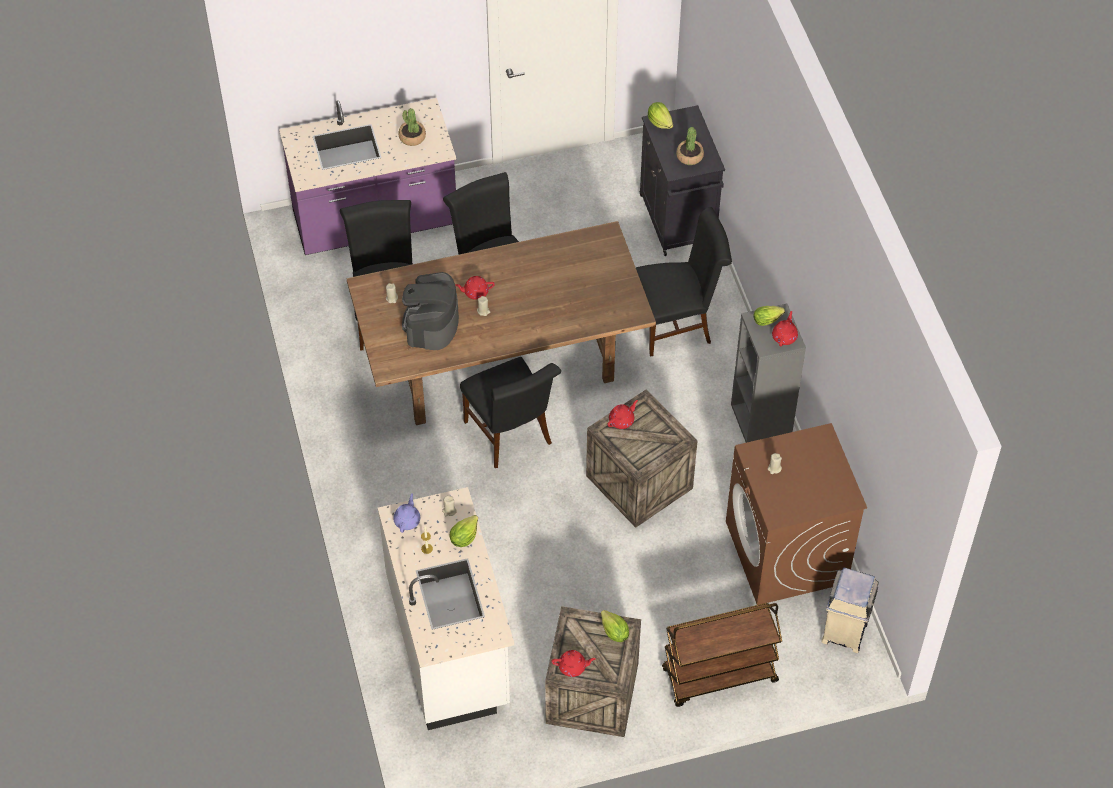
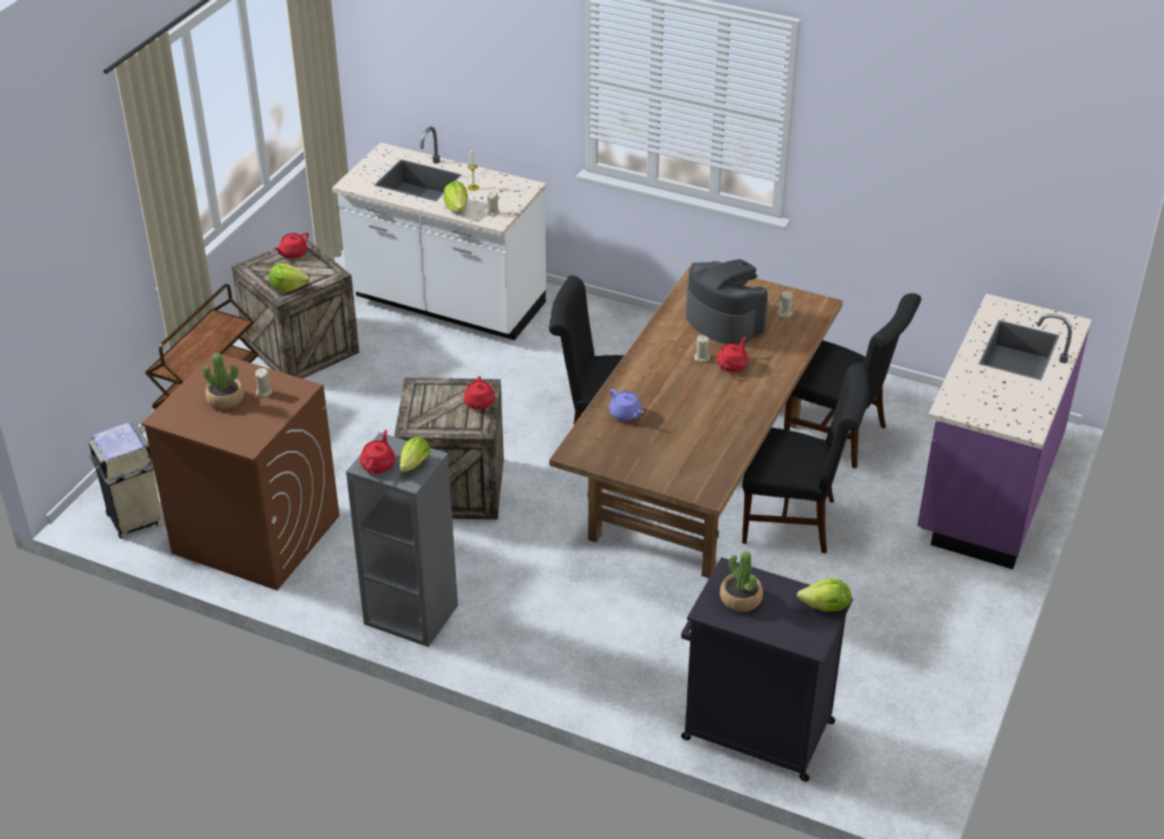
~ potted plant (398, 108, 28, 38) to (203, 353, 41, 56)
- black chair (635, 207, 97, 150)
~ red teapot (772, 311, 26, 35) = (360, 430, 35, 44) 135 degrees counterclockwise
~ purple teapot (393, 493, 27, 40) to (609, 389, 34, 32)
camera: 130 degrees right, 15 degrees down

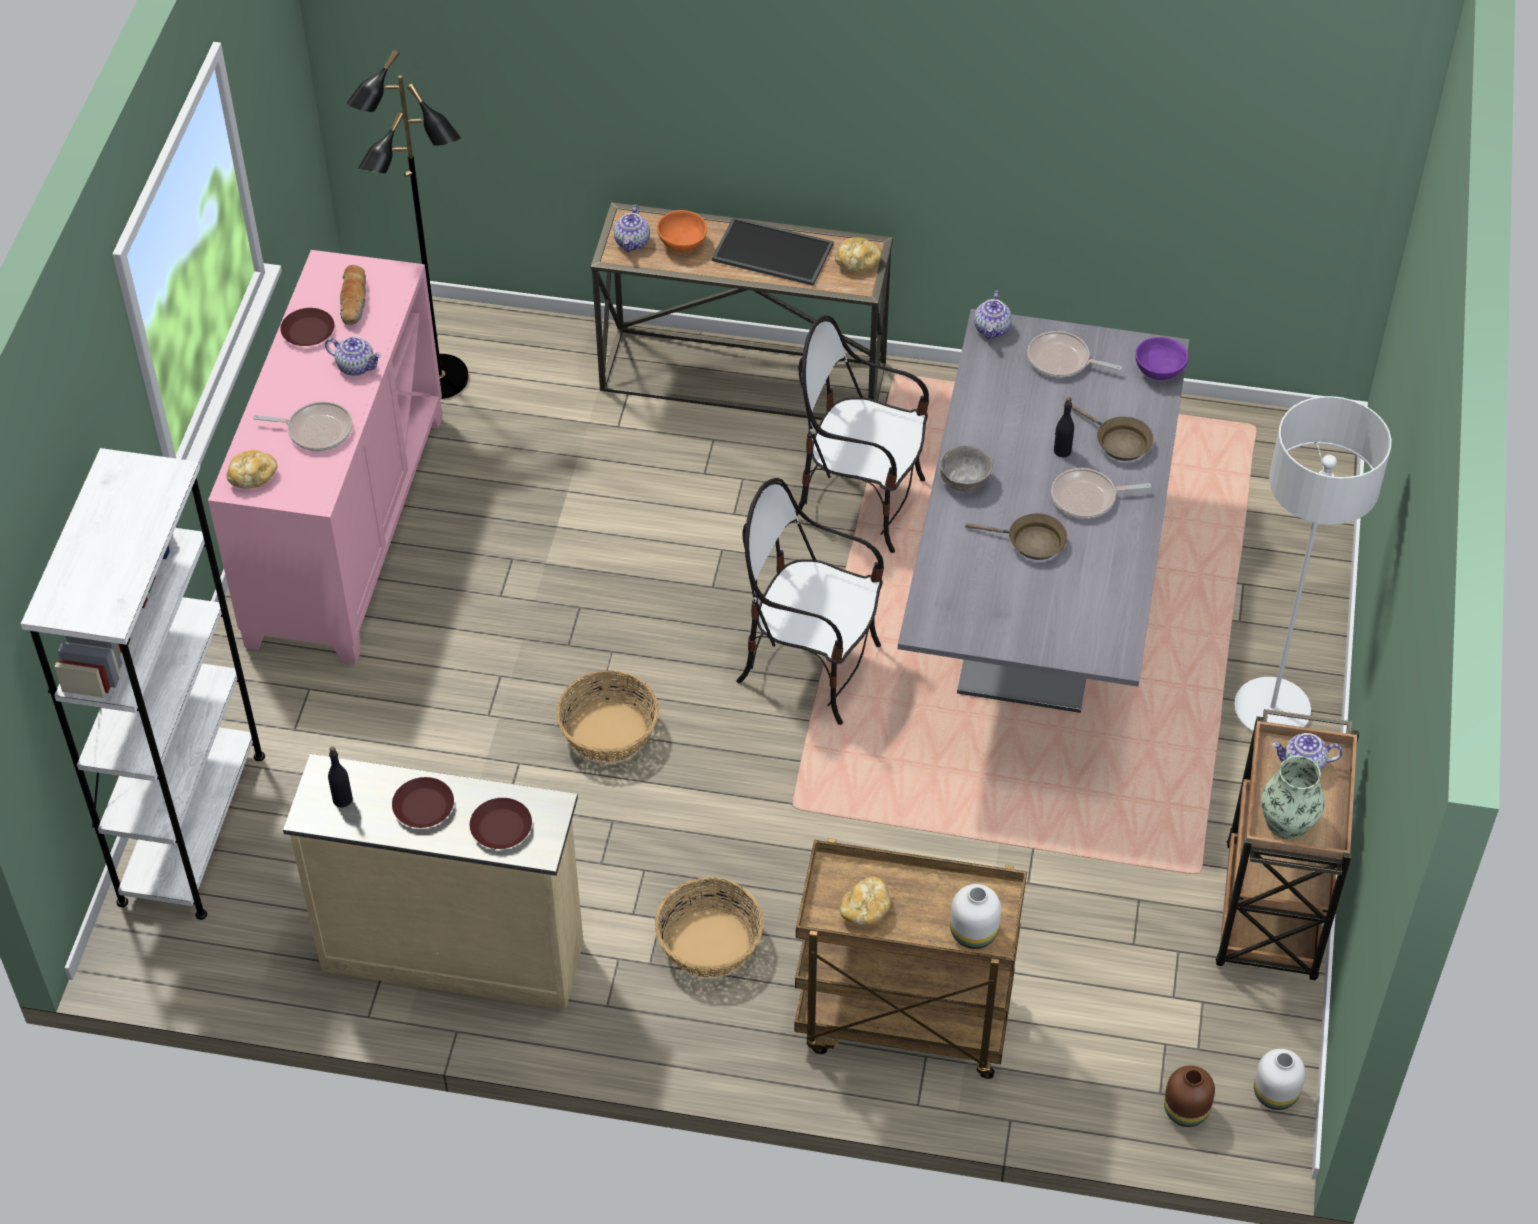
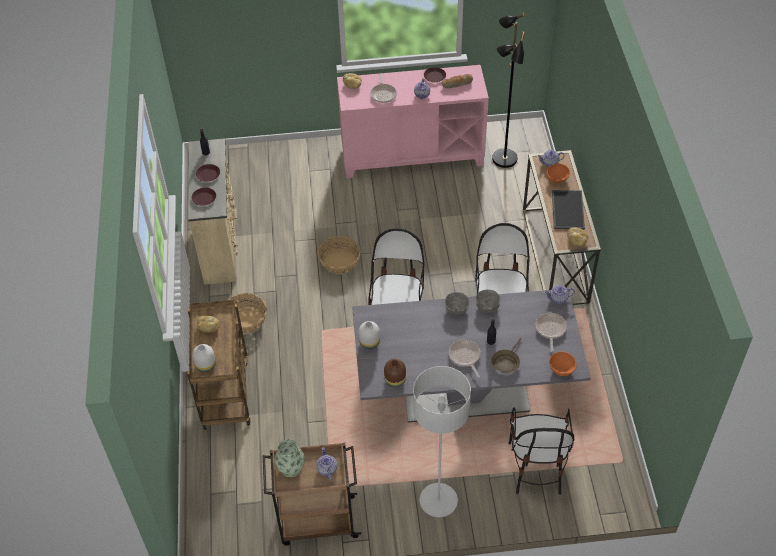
~ purple bowl (1135, 337, 53, 43) to orange bowl (549, 352, 28, 24)
- white bookcase (21, 448, 244, 472)
- brown frying pan (965, 513, 102, 47)
~ white vase (1254, 1049, 52, 61) to (358, 321, 22, 28)
~ brown vase (1164, 1065, 51, 62) to (384, 359, 22, 28)
+ grey bowl (475, 289, 26, 24)
+ chair (508, 408, 66, 87)
camera: 75 degrees right, 0 degrees up

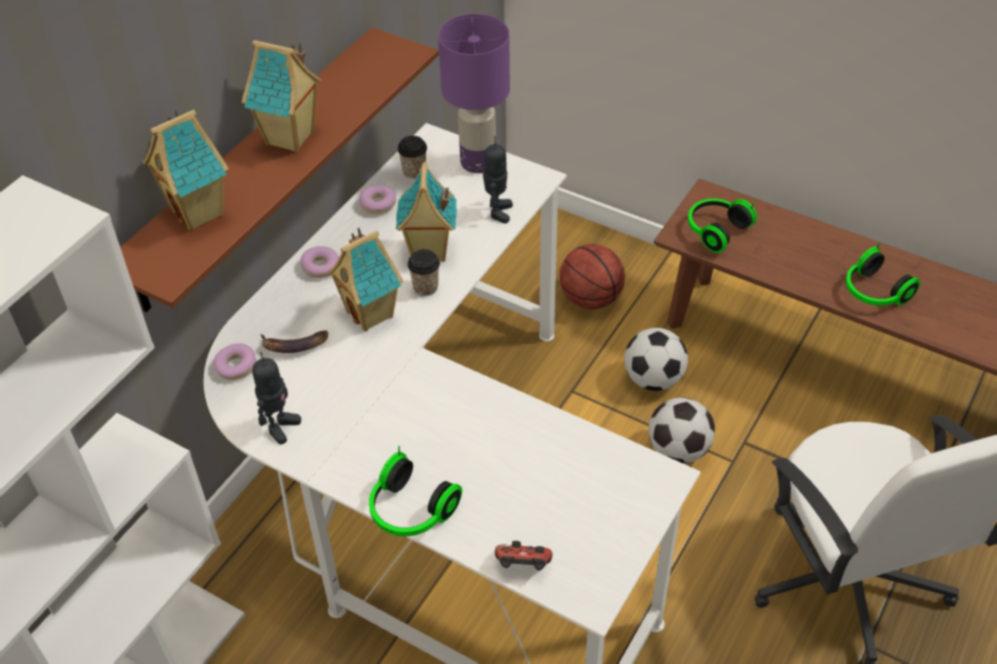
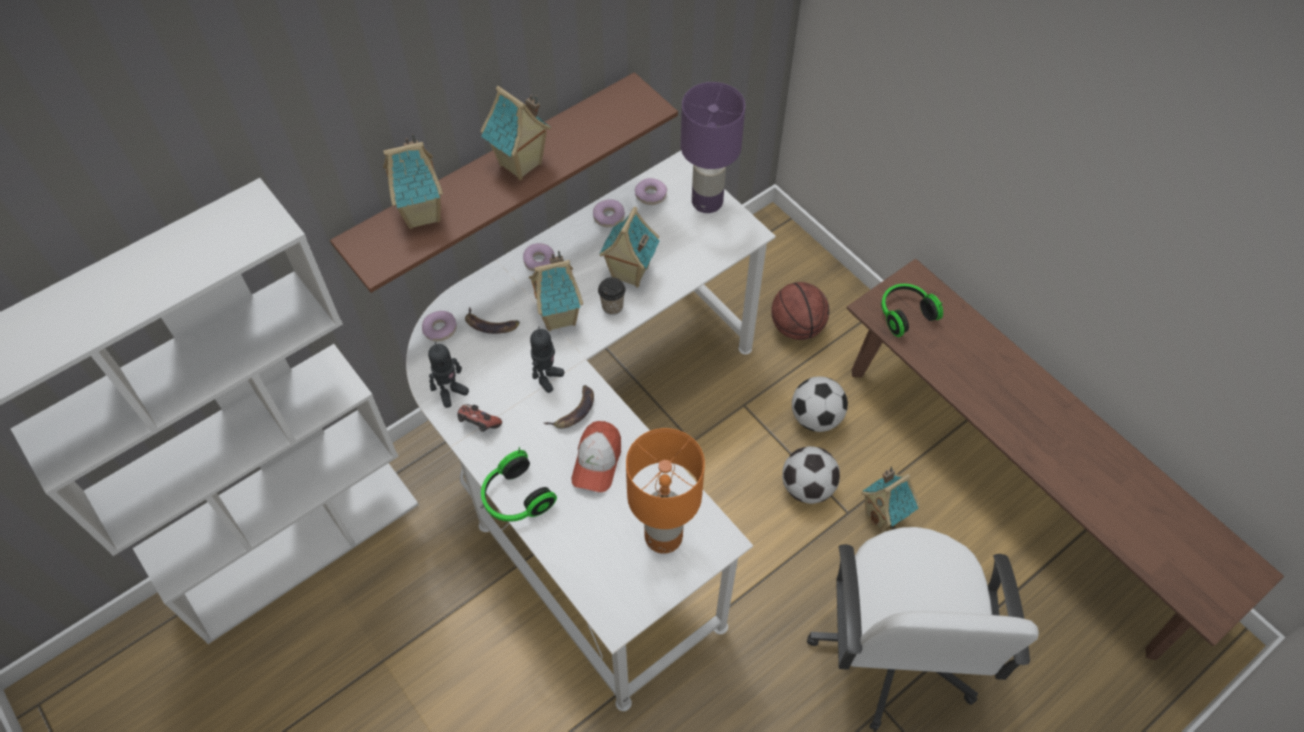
~ cup (398, 136, 29, 43) to donut (635, 178, 32, 27)
~ toy robot (483, 136, 30, 88) to (530, 327, 34, 66)
- headphones (846, 241, 74, 65)
~ game controller (495, 541, 57, 30) to (457, 404, 45, 28)
+ banana (544, 385, 50, 44)
+ cap (571, 421, 50, 71)
+ orange table lamp (626, 428, 79, 126)
+ toy house (861, 466, 59, 66)
camera: 20 degrees right, 10 degrees up

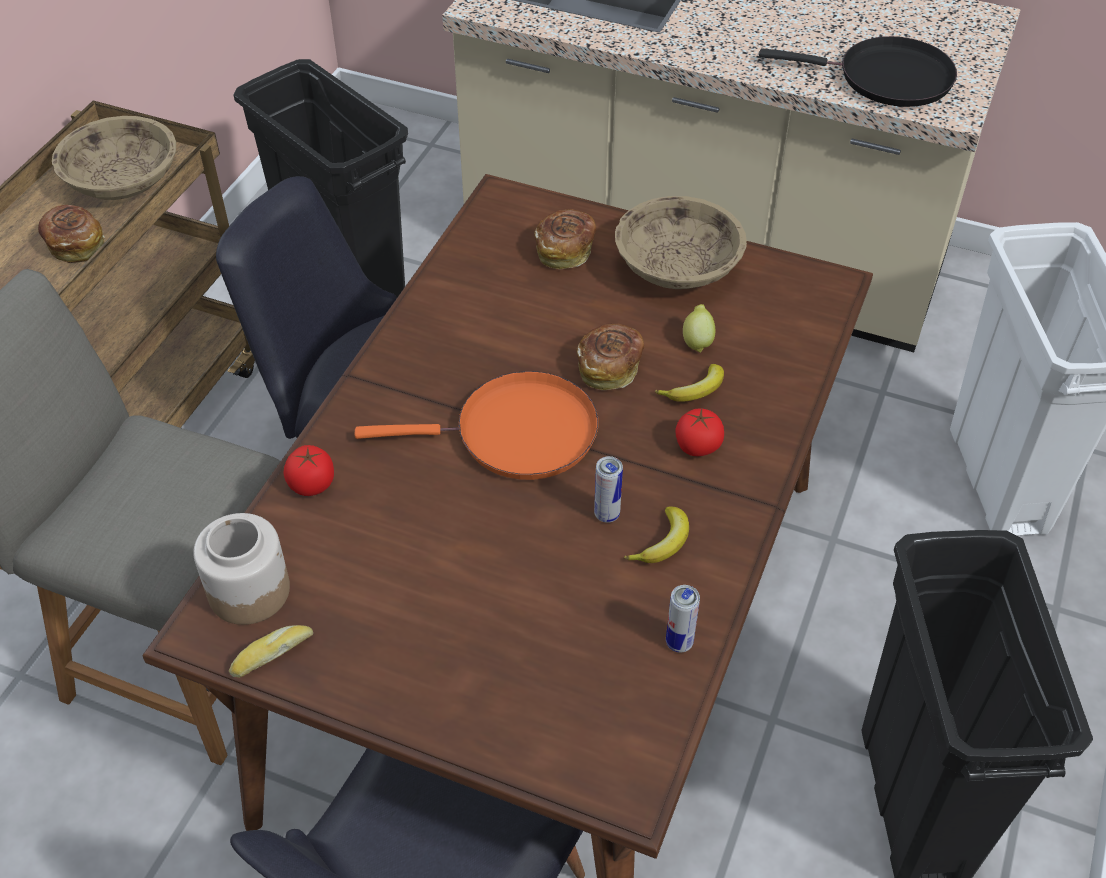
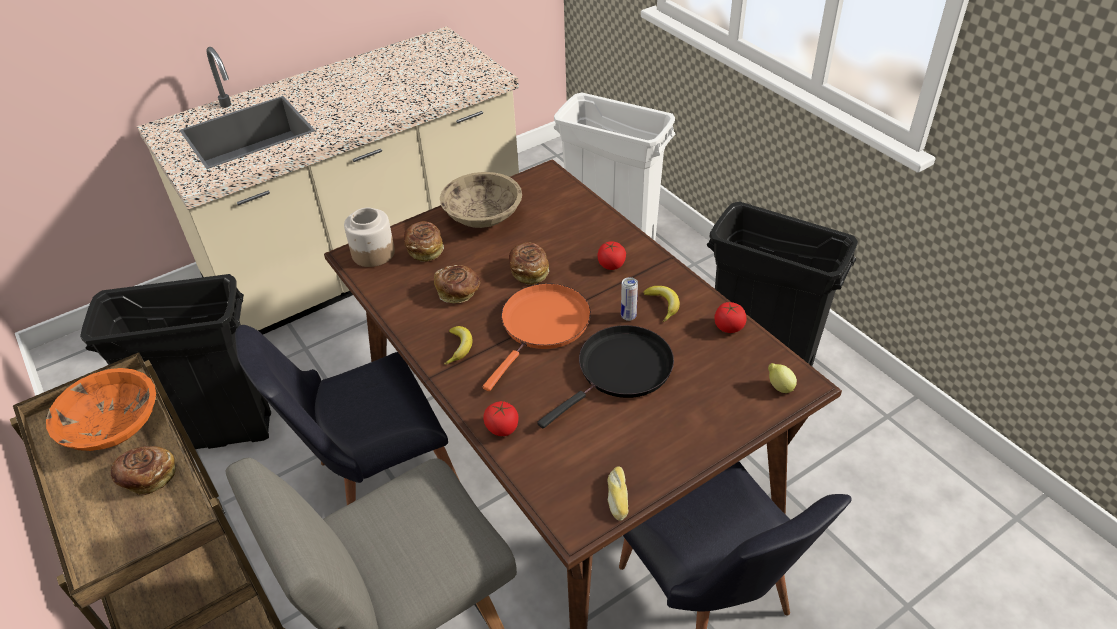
~ black frying pan (759, 36, 198, 71) to (537, 325, 137, 103)
~ beige bowl (52, 116, 124, 84) to orange bowl (46, 368, 110, 83)
~ lemon (683, 304, 33, 49) to (768, 363, 29, 30)
~ banana (654, 364, 70, 38) to (444, 326, 29, 39)
~ jar (193, 513, 97, 112) to (344, 208, 51, 59)
~ can (666, 585, 34, 67) to tomato (714, 302, 33, 31)
+ bread (434, 265, 46, 38)
camera: 55 degrees left, 5 degrees down

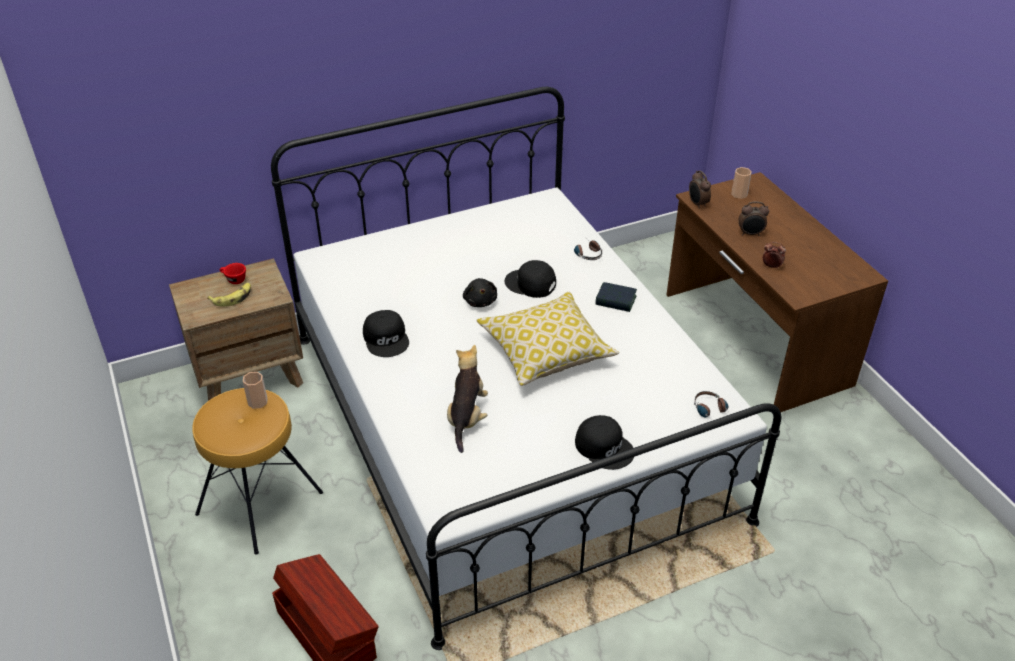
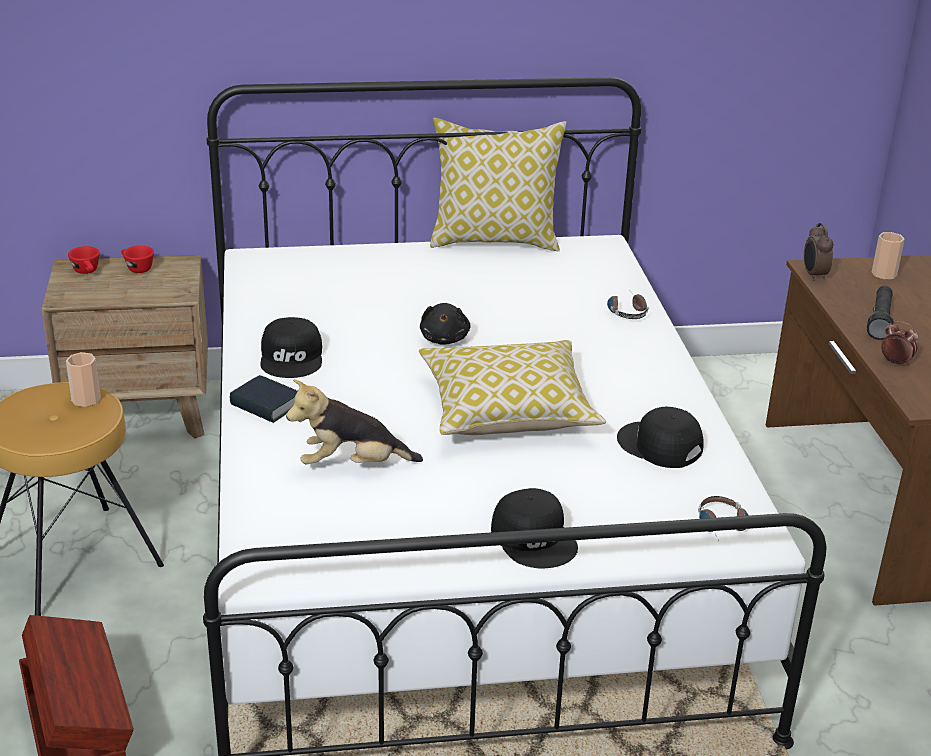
~ alarm clock (739, 202, 30, 34) to black flashlight (867, 286, 27, 54)
~ black cap (505, 260, 51, 38) to (617, 407, 86, 61)
~ book (595, 282, 42, 30) to (230, 375, 68, 48)
- banana (207, 283, 44, 24)
~ plush toy (447, 345, 41, 108) = (286, 380, 137, 85) 120 degrees counterclockwise
+ pillow (430, 118, 137, 133)
+ red cup (68, 246, 32, 28)
camera: 15 degrees right, 10 degrees down

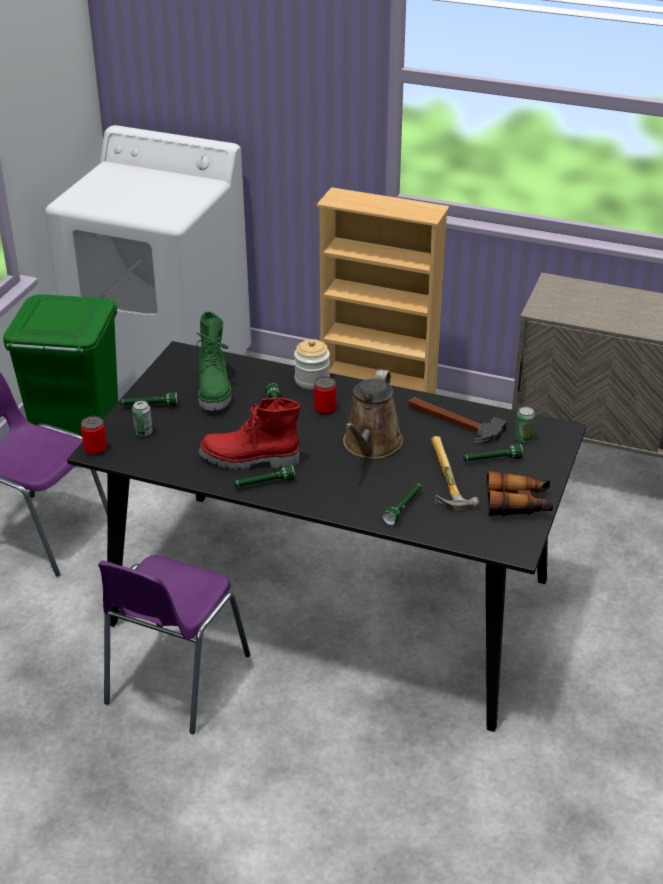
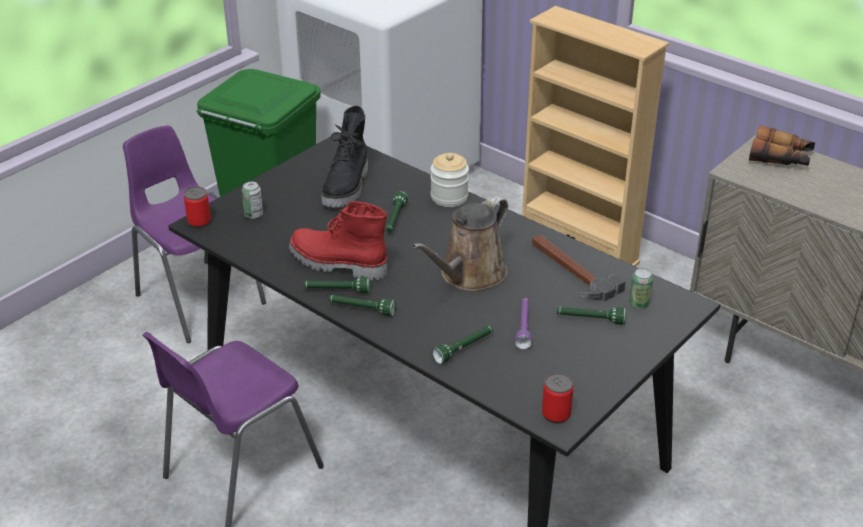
~ green boot (196, 312, 36, 99) to black boot (321, 106, 47, 101)
~ can (314, 376, 22, 39) to (542, 373, 32, 50)
~ green flashlight (121, 392, 57, 14) to (329, 295, 67, 21)
~ hammer (431, 436, 48, 75) to purple flashlight (515, 298, 17, 52)
~ binoculars (487, 471, 66, 45) to (749, 125, 66, 41)
camera: 20 degrees right, 0 degrees up

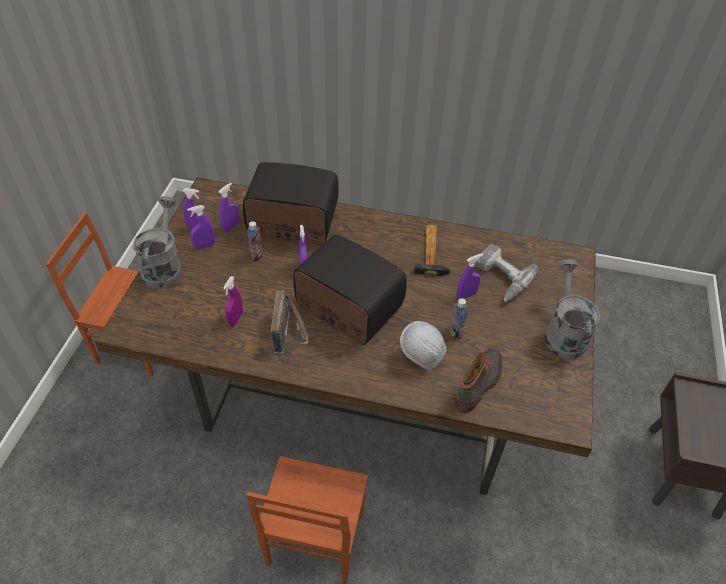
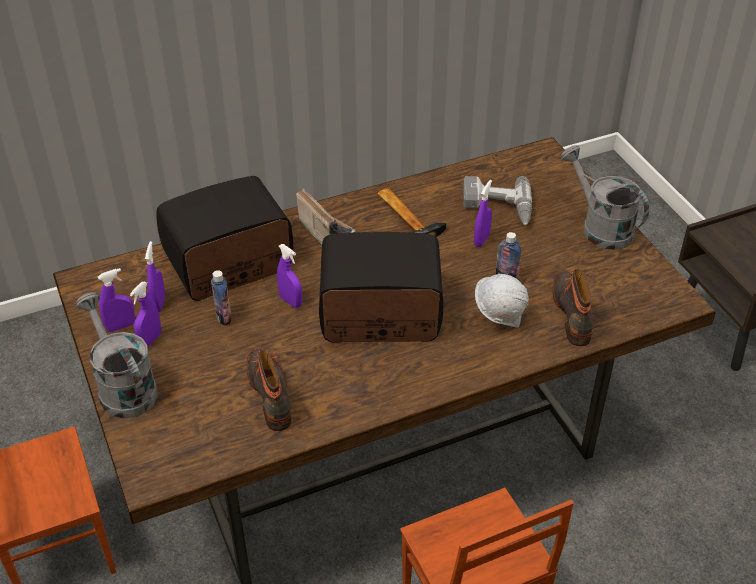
~ purple spray bottle (223, 276, 20, 51) to boot (247, 349, 45, 82)
~ radio (271, 290, 37, 64) to (296, 189, 59, 55)
camera: 35 degrees left, 5 degrees down

